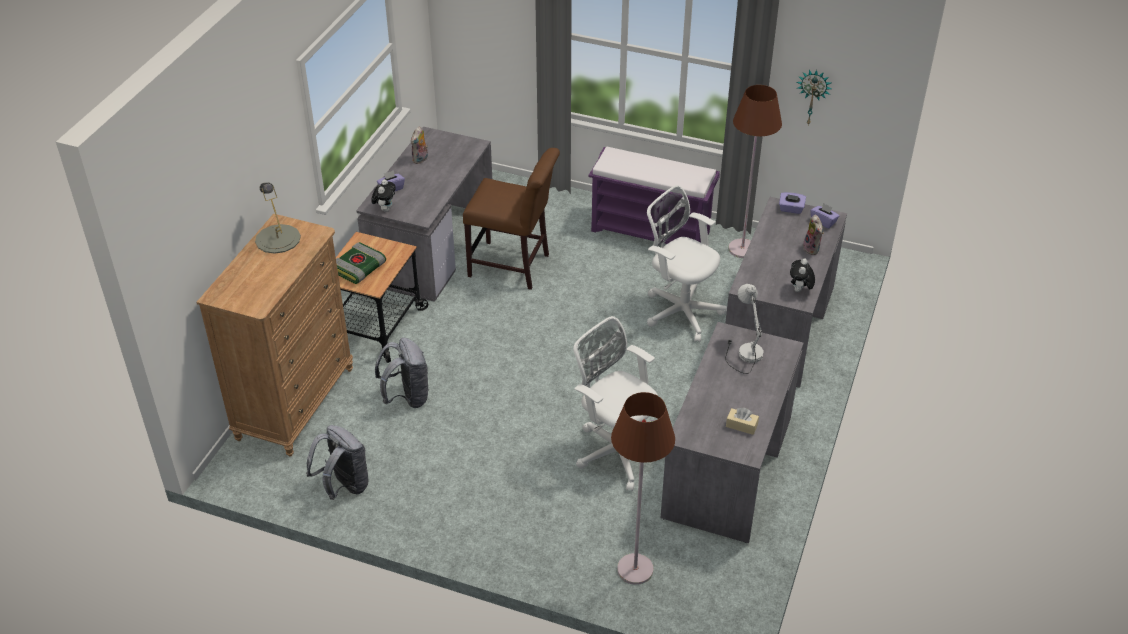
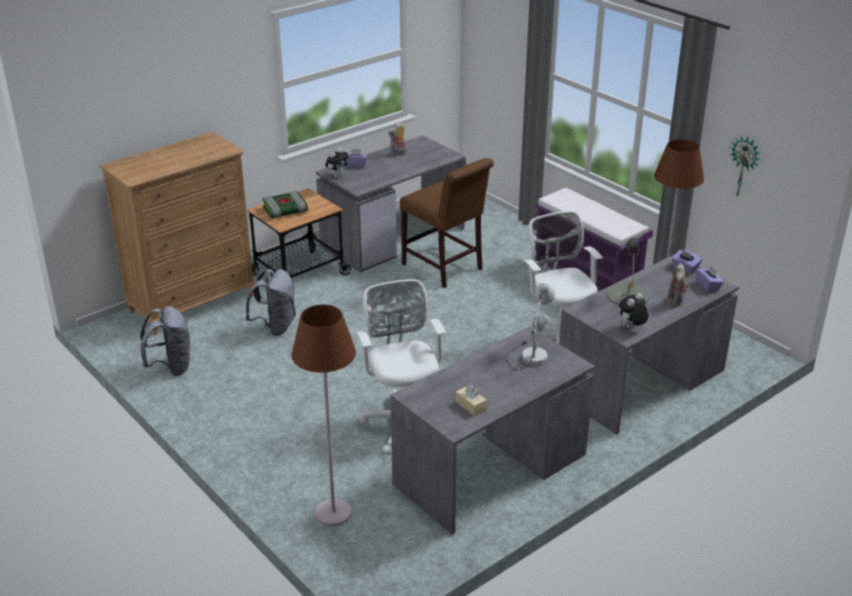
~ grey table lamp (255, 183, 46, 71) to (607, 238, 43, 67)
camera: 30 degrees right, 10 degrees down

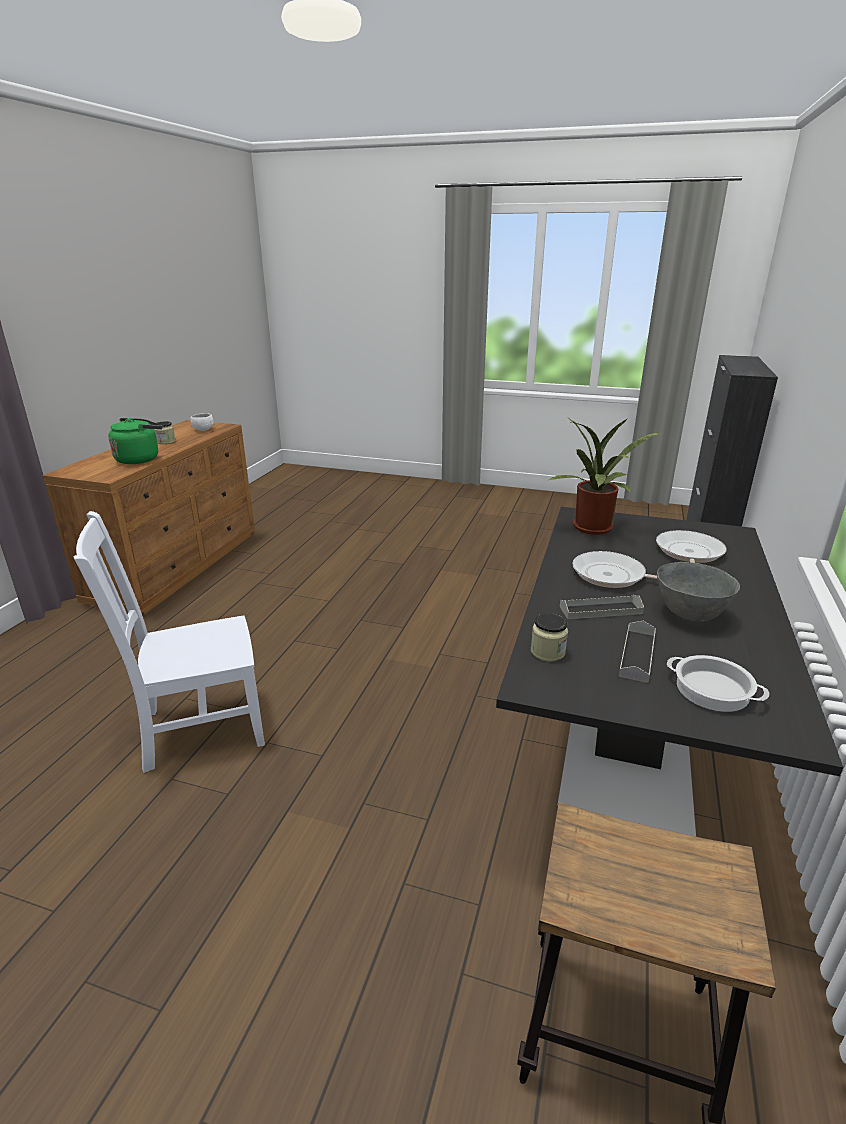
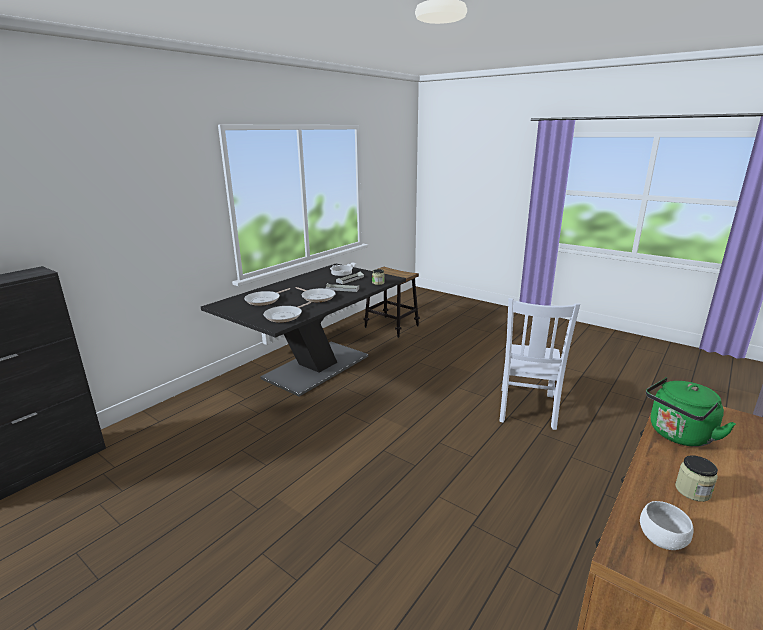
~ potted plant (549, 417, 112, 118) to frying pan (263, 302, 48, 21)
~ white chair (73, 511, 192, 262) = (499, 298, 81, 132) 105 degrees clockwise
- grey bowl (657, 562, 83, 60)
camera: 160 degrees left, 5 degrees down

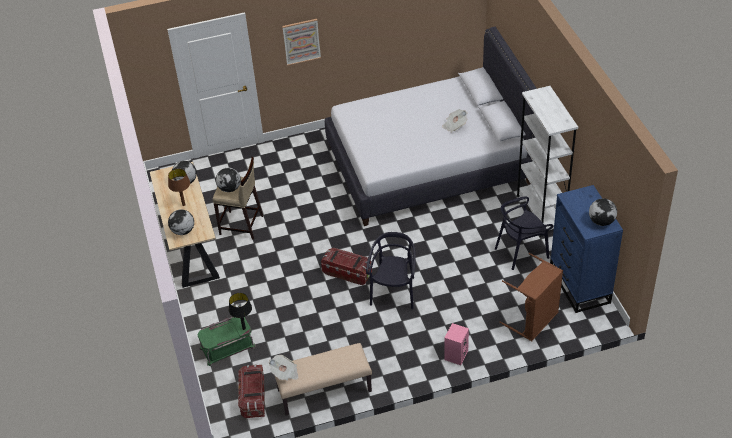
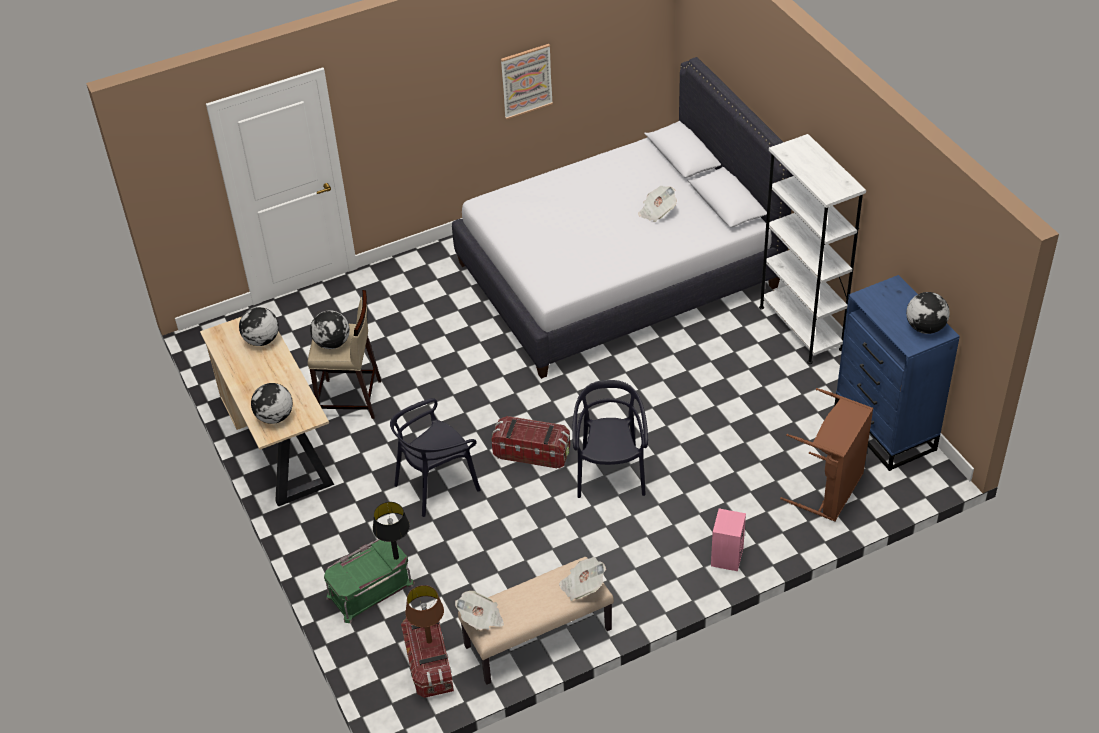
~ picture (282, 19, 39, 47) to (501, 44, 52, 76)
~ brown table lamp (168, 169, 22, 37) to (405, 585, 39, 59)
~ black chair (495, 197, 58, 73) to (390, 398, 91, 119)
+ newspaper (559, 557, 47, 44)
camera: 10 degrees left, 0 degrees up

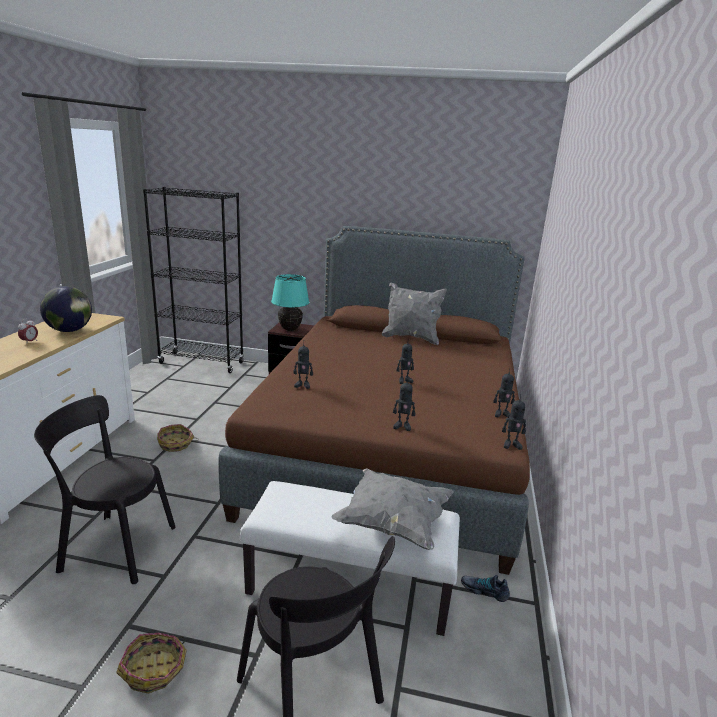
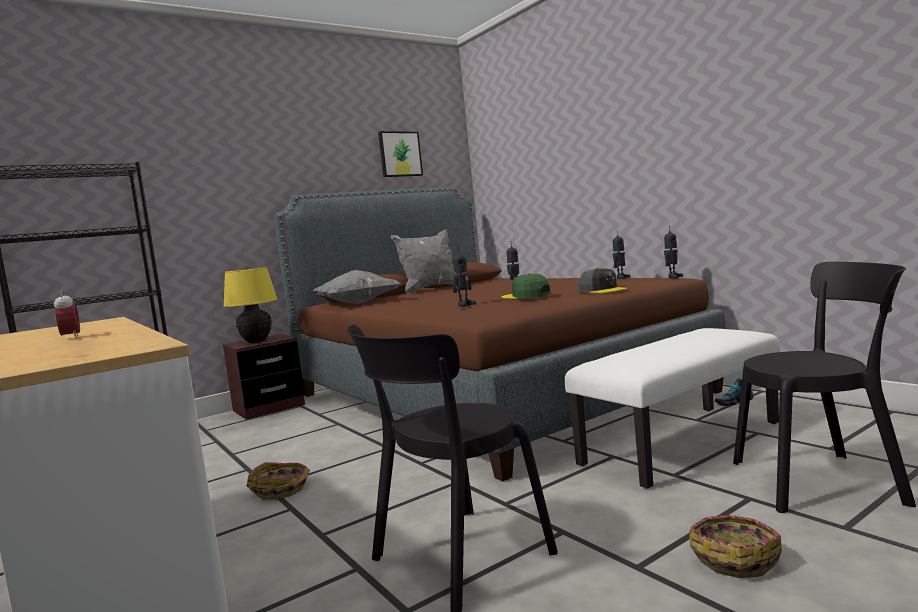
~ turquoise table lamp (271, 274, 38, 57) to yellow table lamp (223, 267, 55, 76)
- globe (40, 286, 52, 46)
~ toy robot (393, 377, 22, 54) to grey cap (579, 268, 49, 25)
~ grey pillow (332, 468, 122, 82) to (314, 270, 88, 34)
+ picture (378, 131, 45, 46)
+ green cap (502, 273, 49, 26)
camera: 45 degrees left, 15 degrees down

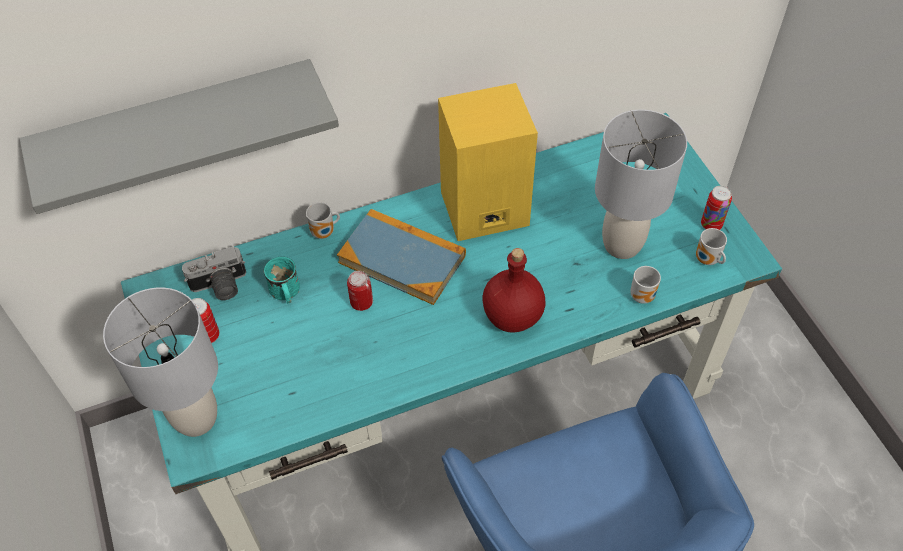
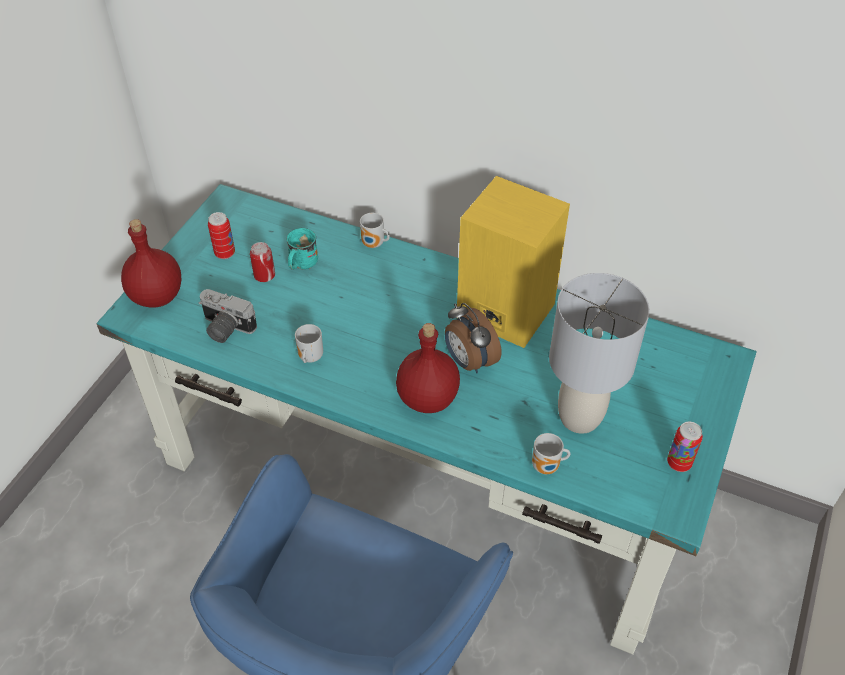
- grey shelf (19, 59, 320, 155)
- book (337, 209, 129, 96)
~ mug (696, 228, 31, 37) to (295, 324, 28, 39)
~ photo camera (182, 246, 64, 54) to (198, 289, 59, 54)
~ can (347, 271, 26, 40) to (250, 242, 25, 40)
~ grey table lamp (103, 288, 115, 149) to red bottle (121, 219, 60, 89)
+ alarm clock (445, 303, 57, 70)
camera: 45 degrees right, 5 degrees down

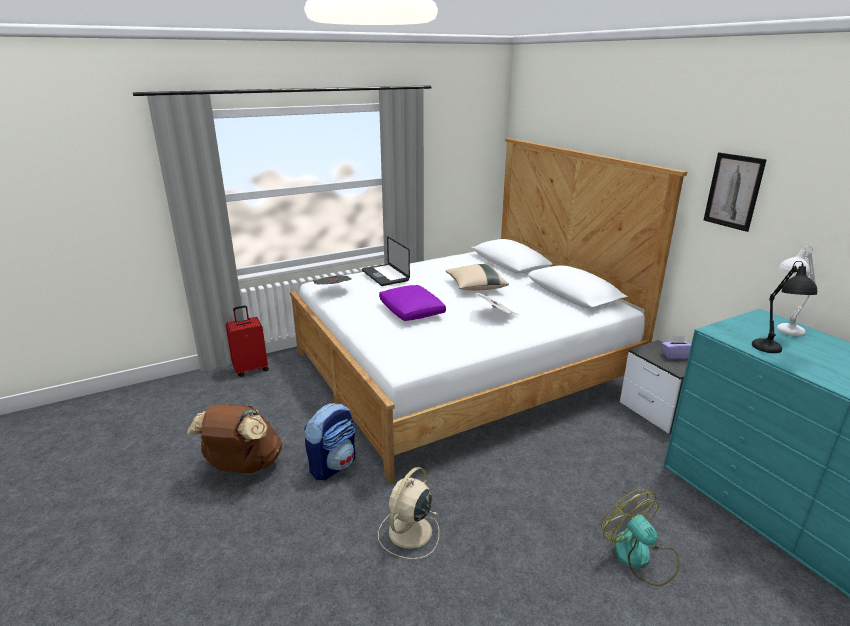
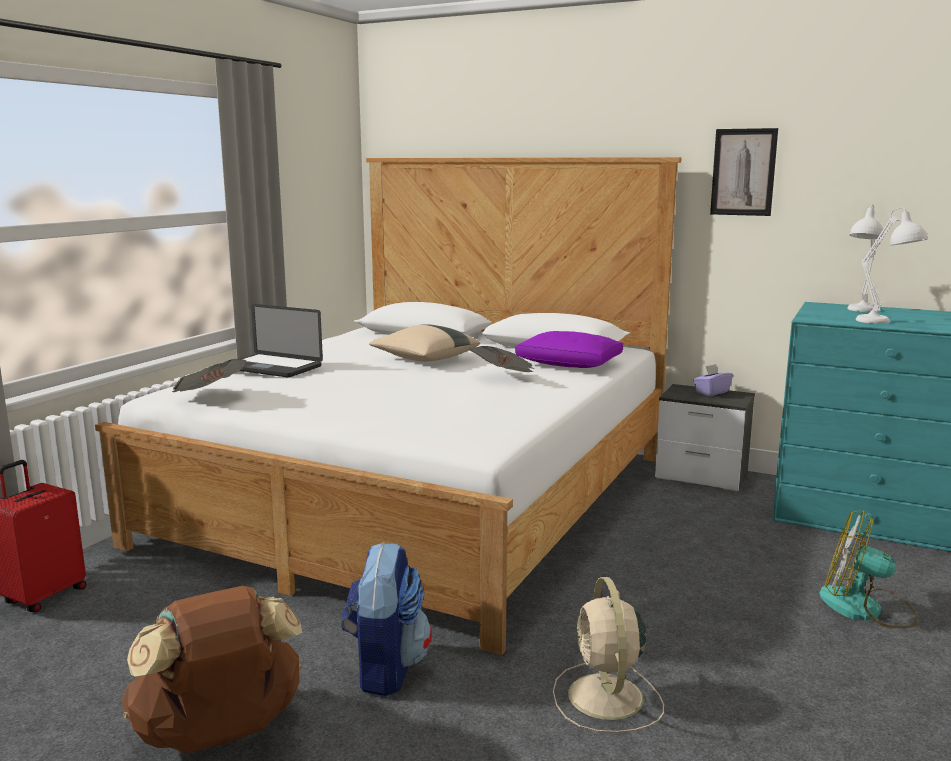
~ black table lamp (752, 261, 65, 92) to white table lamp (856, 208, 72, 116)
~ purple pillow (379, 285, 67, 36) to (515, 331, 108, 37)
camera: 35 degrees left, 10 degrees down

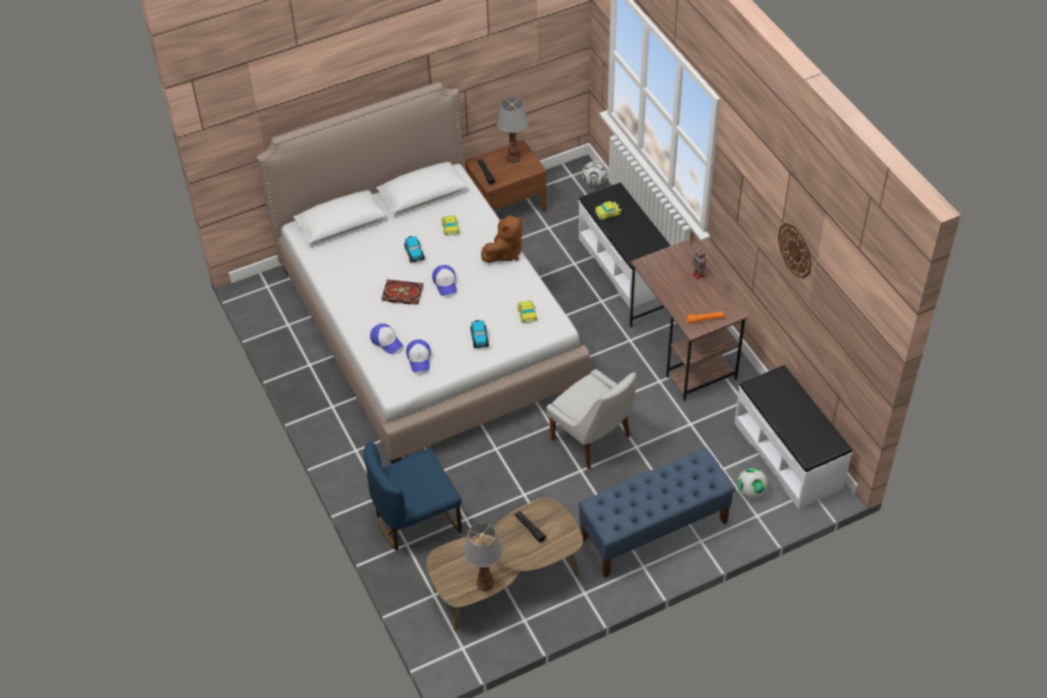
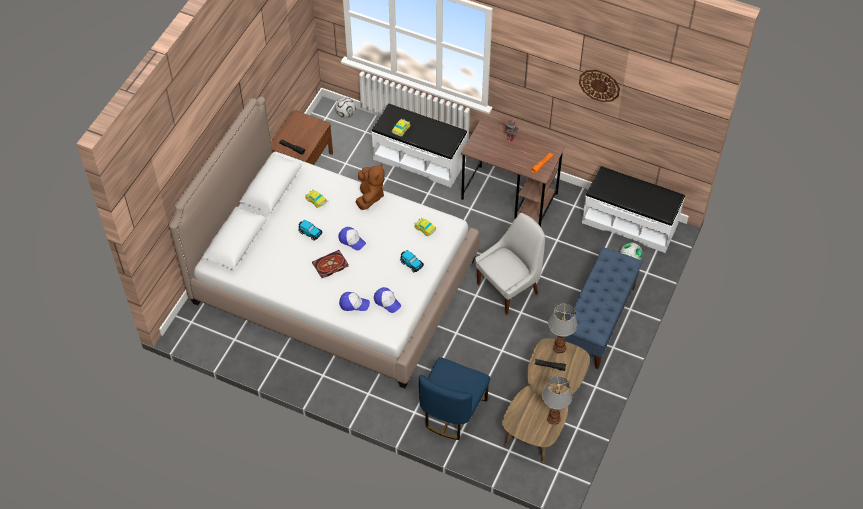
~ table lamp (497, 97, 31, 66) to (548, 304, 29, 50)
~ white chair (547, 369, 89, 100) = (475, 213, 70, 102) 45 degrees counterclockwise
camera: 40 degrees left, 5 degrees up

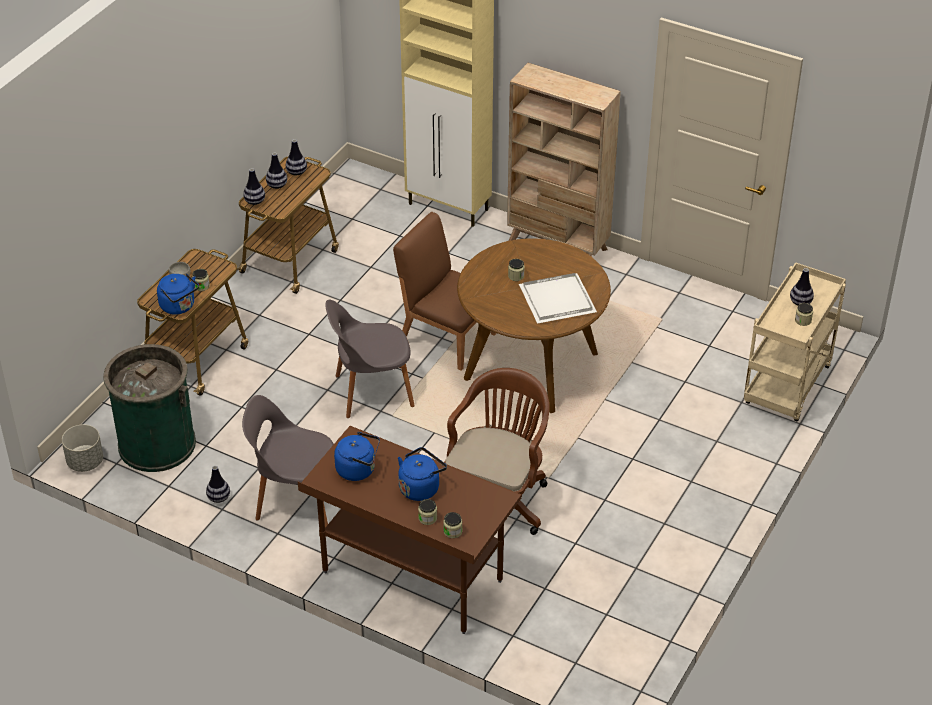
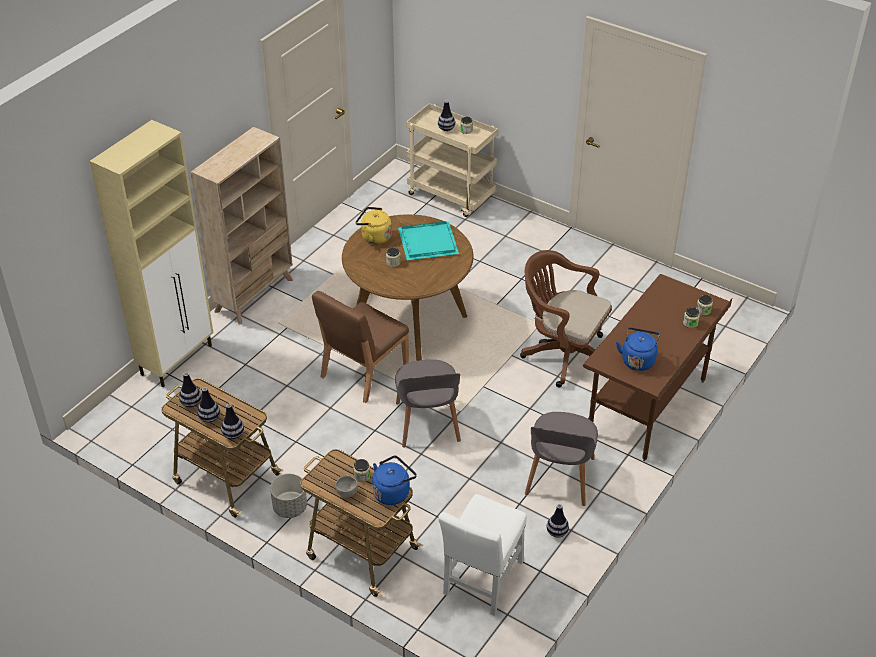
~ white tray (519, 273, 78, 51) to turquoise tray (398, 221, 61, 39)
~ green trash can (103, 344, 93, 128) to white chair (438, 494, 89, 122)
~ grey planter (62, 424, 41, 48) to (270, 474, 37, 44)
- blue kettle (398, 447, 49, 54)
+ yellow kettle (356, 207, 36, 37)
camera: 85 degrees left, 0 degrees up

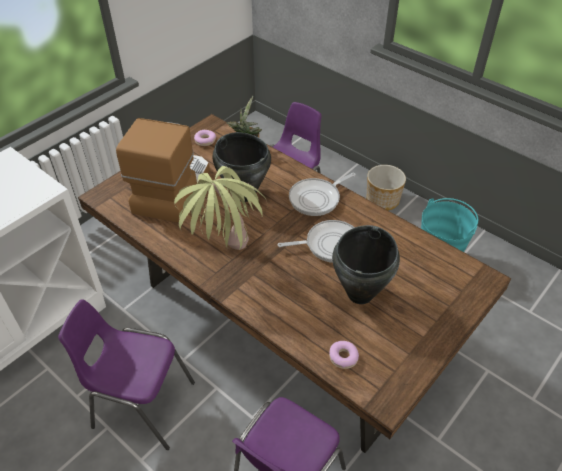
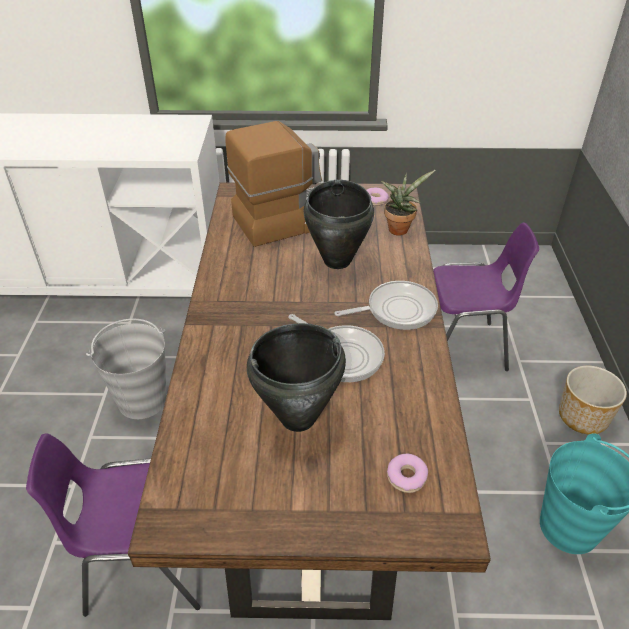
- potted plant (174, 166, 94, 84)
~ frying pan (289, 173, 67, 43) = (334, 281, 104, 49) 150 degrees clockwise
~ purple chair (58, 299, 137, 151) to grey bucket (86, 319, 81, 100)
~ donut (329, 341, 30, 28) to (387, 454, 41, 39)
camera: 50 degrees right, 5 degrees down

